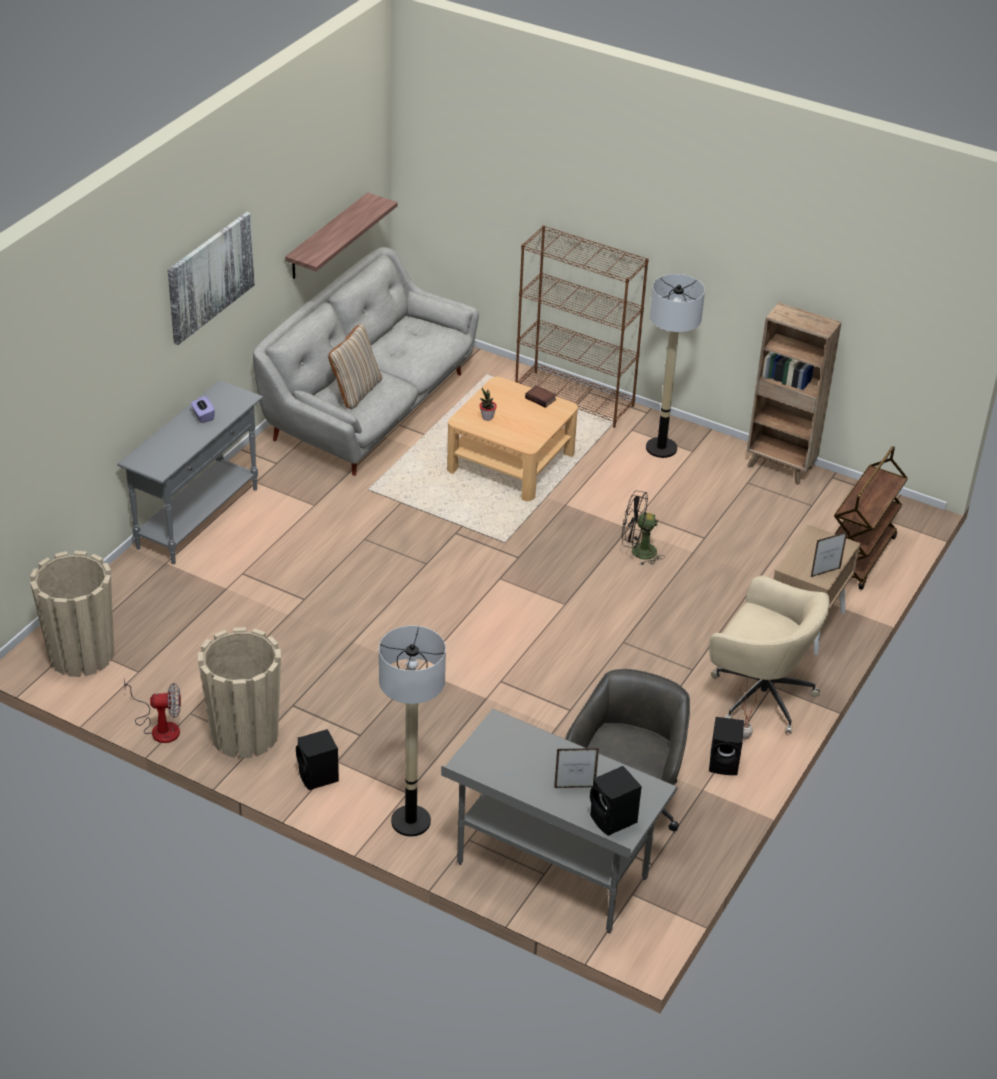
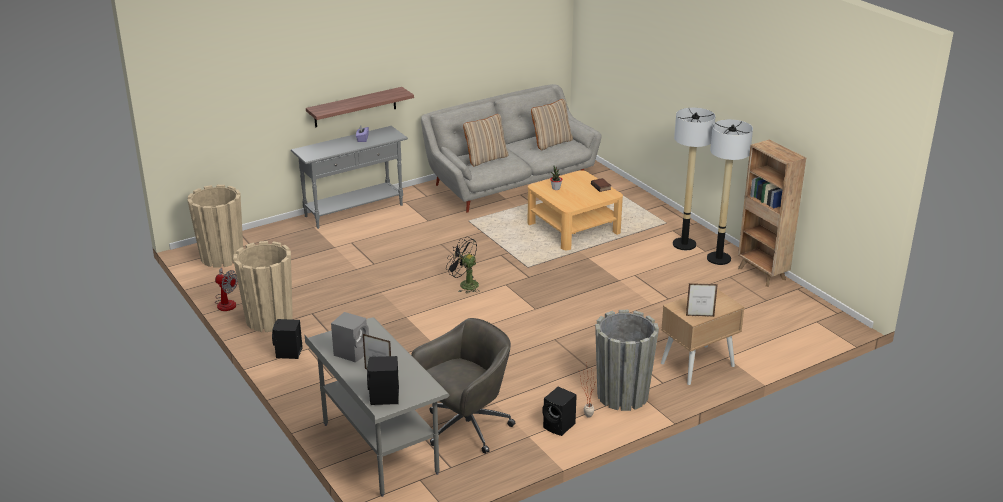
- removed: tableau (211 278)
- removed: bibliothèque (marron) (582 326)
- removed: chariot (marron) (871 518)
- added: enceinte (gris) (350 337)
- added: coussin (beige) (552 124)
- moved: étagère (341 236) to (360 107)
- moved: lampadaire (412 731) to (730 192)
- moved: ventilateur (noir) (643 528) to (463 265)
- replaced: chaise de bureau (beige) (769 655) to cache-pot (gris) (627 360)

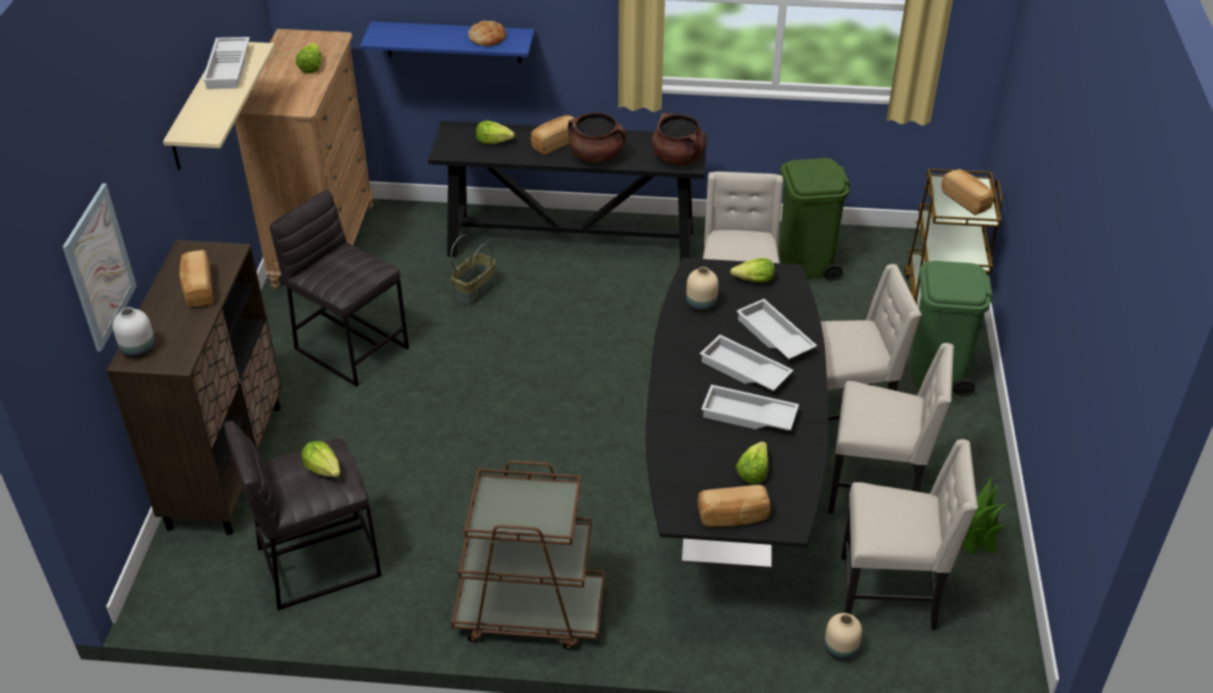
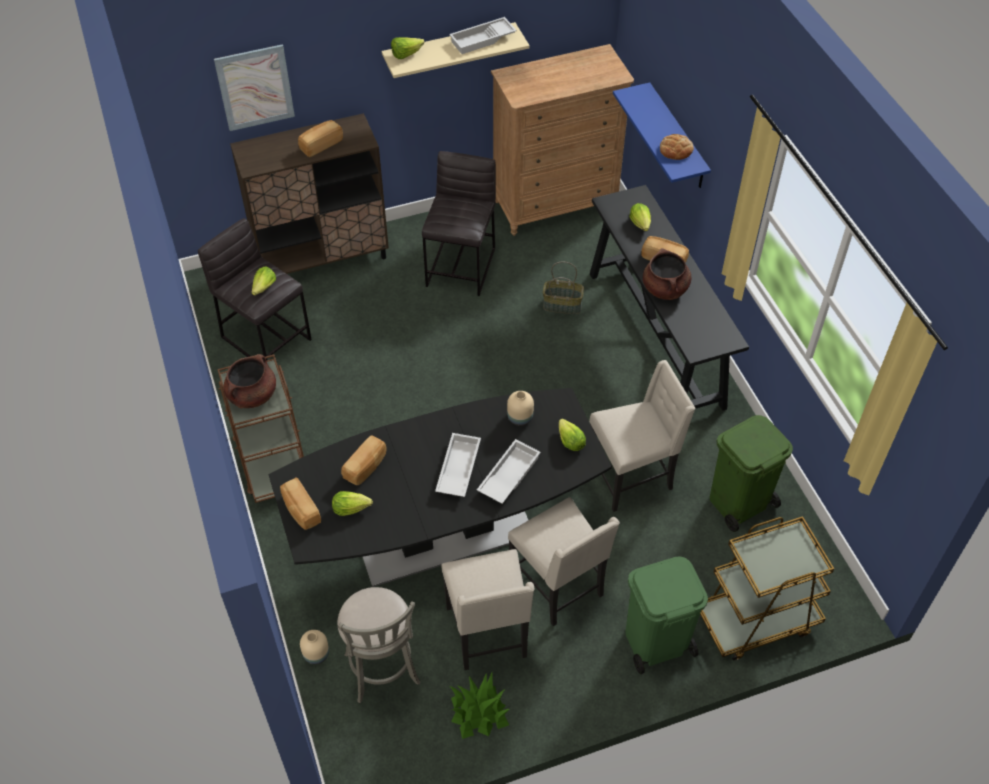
- removed: vase (blanc) (133 332)
- removed: plateau (blanc) (750 408)
- moved: laitue (308 57) to (407 48)
- moved: marmite (marron) (678 139) to (250 381)
- moved: pain (968 192) to (363 460)
- replaced: chaise (beige) (909 534) to tabouret (gris) (379 645)

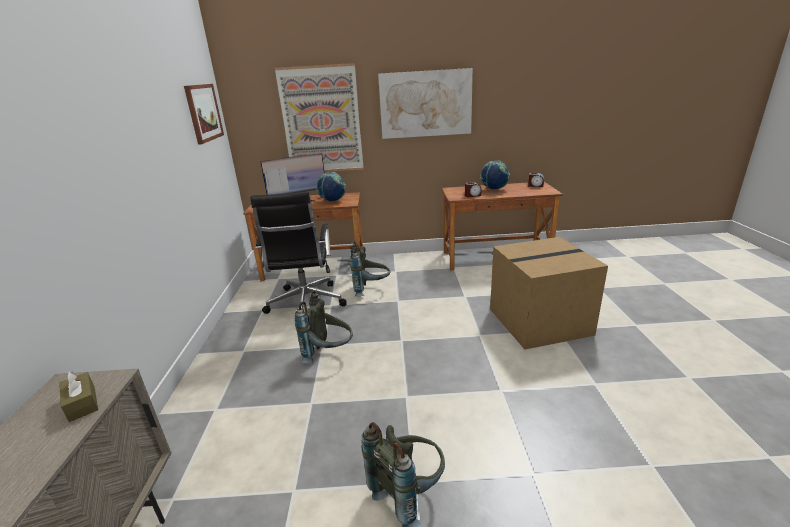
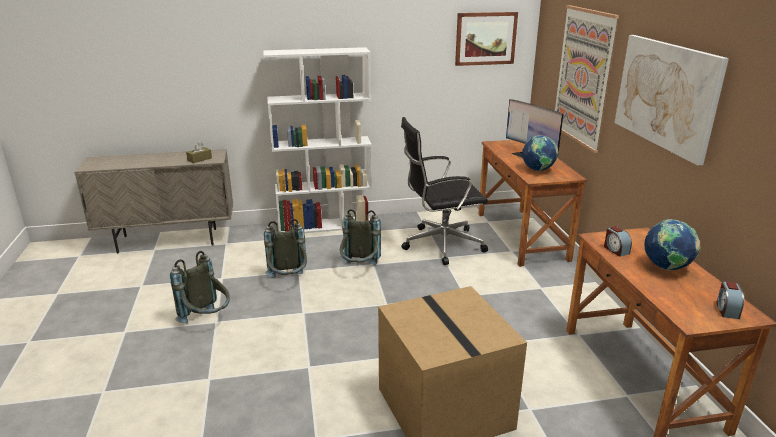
- added: bibliothèque (blanc) (317 140)
- moved: sac à dos (gris) (370 269) to (285 248)

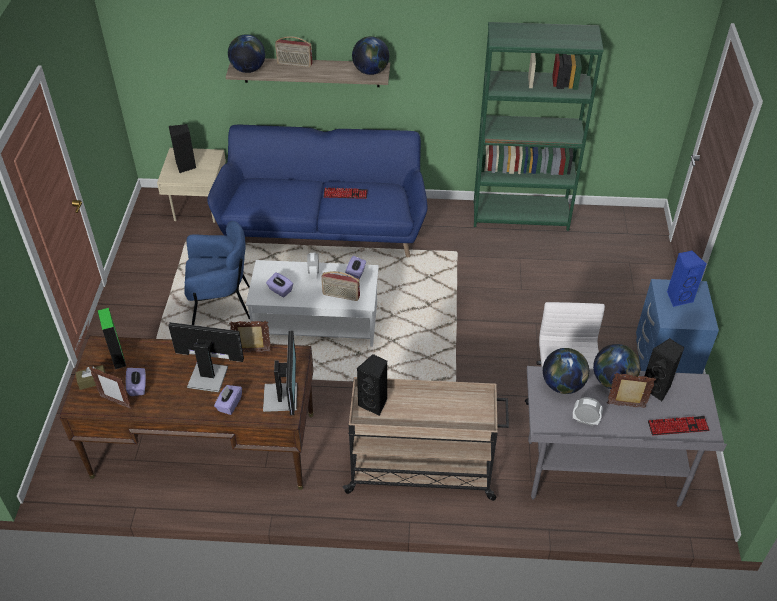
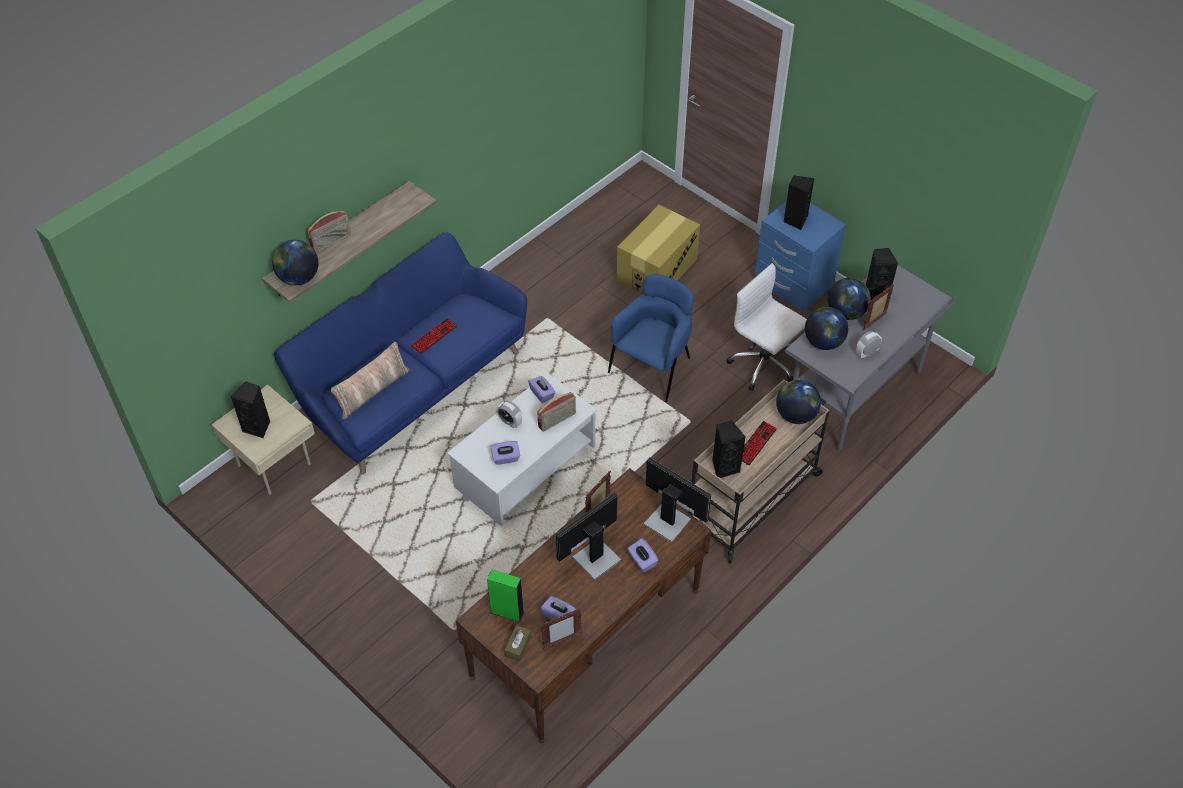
- removed: bibliothèque (vert) (539 126)
- added: coussin (370 381)
- added: carton (658 250)
- moved: fauteuil (bleu) (217 273) to (651 338)
- moved: globe (370 55) to (798 402)
- moved: clavier (678 426) to (759 443)
- recoloured: enceinte (bleu) (686 279) to enceinte (noir) (798 203)

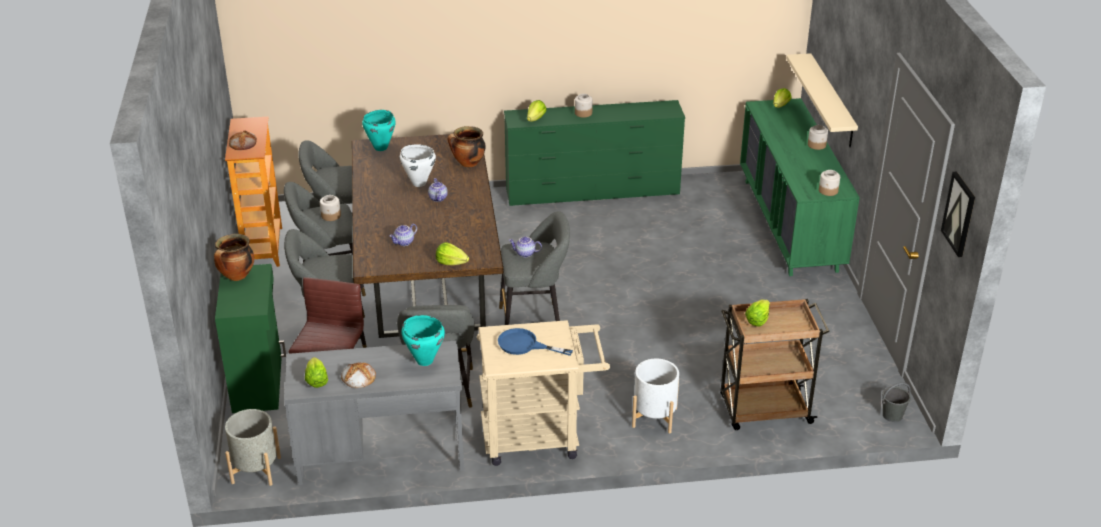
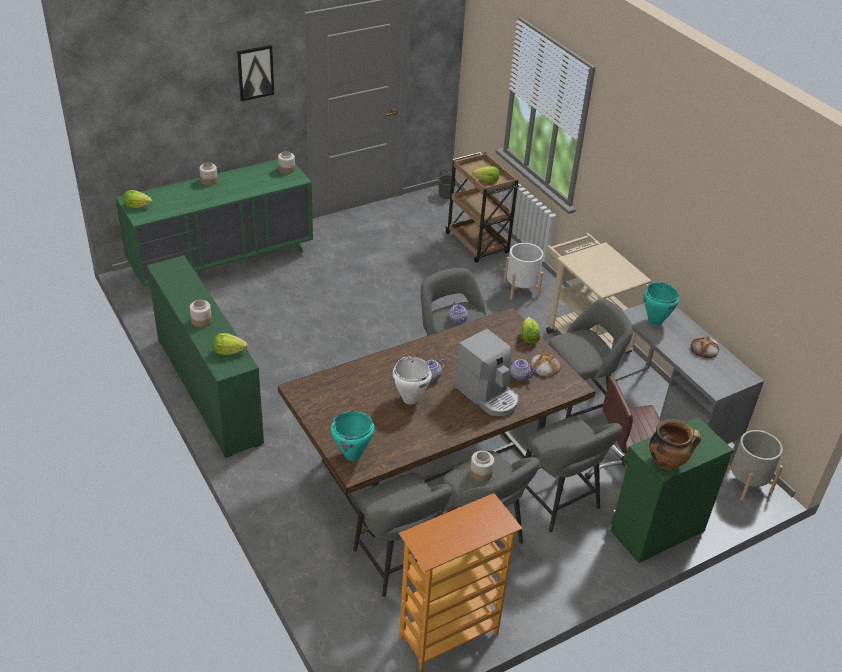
- removed: laitue (316 372)
- removed: marmite (467 146)
- removed: poêle (bleu) (535 342)
- removed: étagère (beige) (822 100)
- added: machine à café (487 372)
- moved: pain (243 140) to (545 365)
- moved: tableau (958 214) to (255 73)

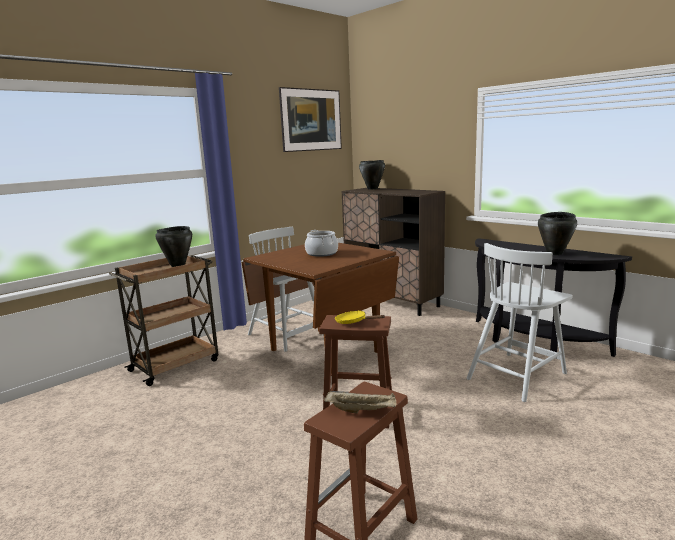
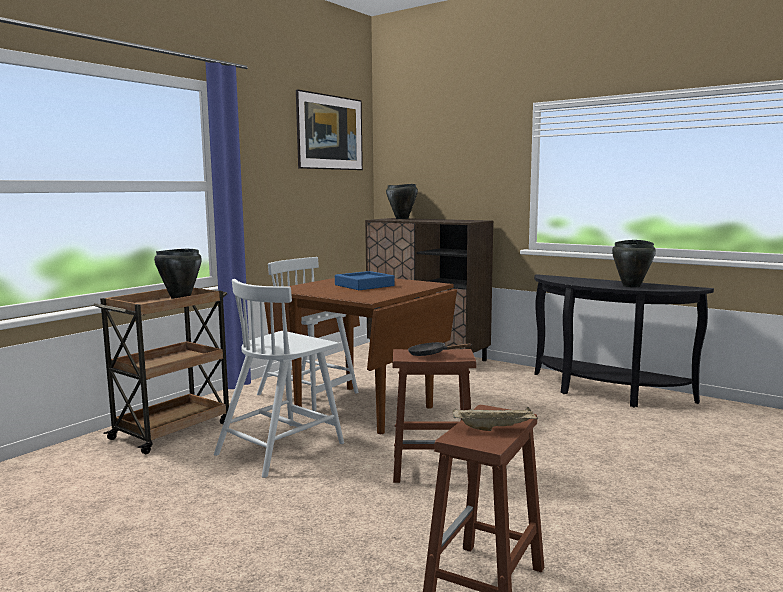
- moved: chaise (blanc) (519 322) to (279 378)
- replaced: marmite (321 243) to plateau (bleu) (365 280)
- recoloured: poêle (jaune) (359 317) to poêle (noir) (440 349)

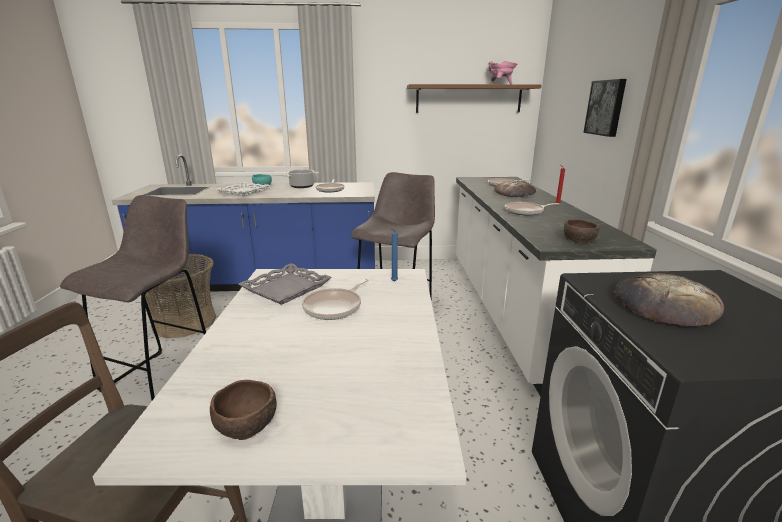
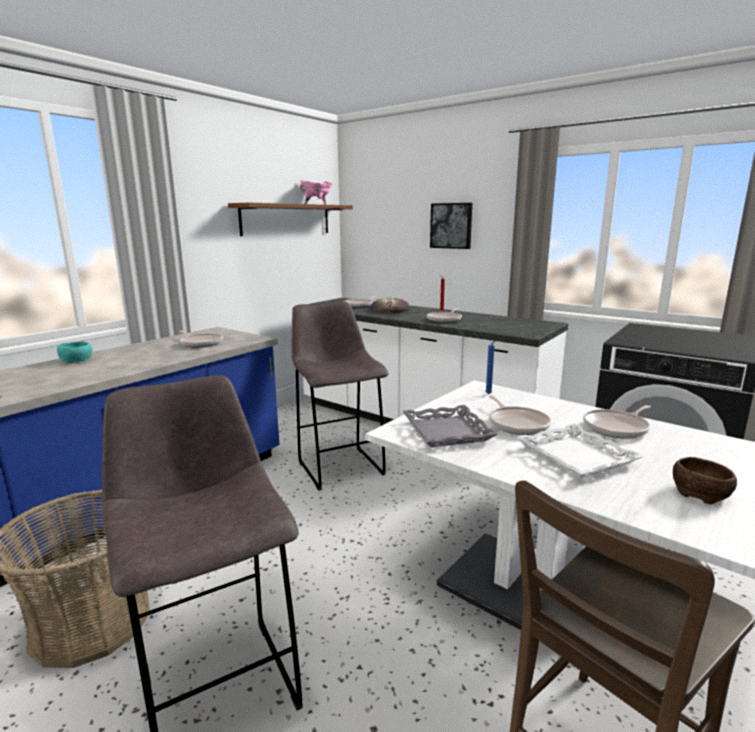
- removed: marmite (301 178)
- removed: bol (marron) (581 231)
- removed: pain (669 299)
- added: poêle (617 422)
- moved: plateau (blanc) (243 189) to (580 451)

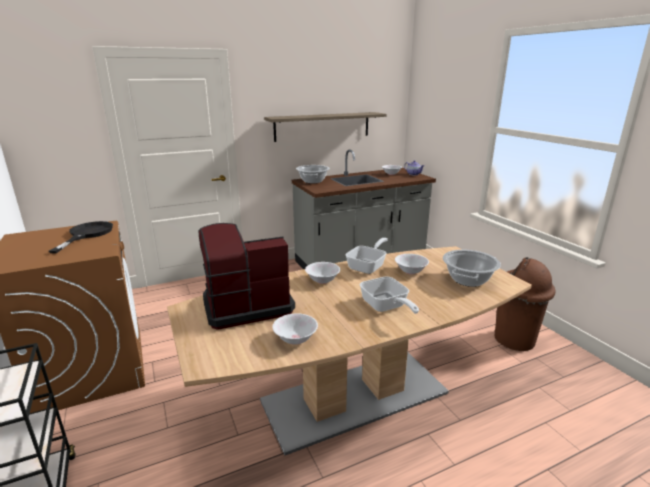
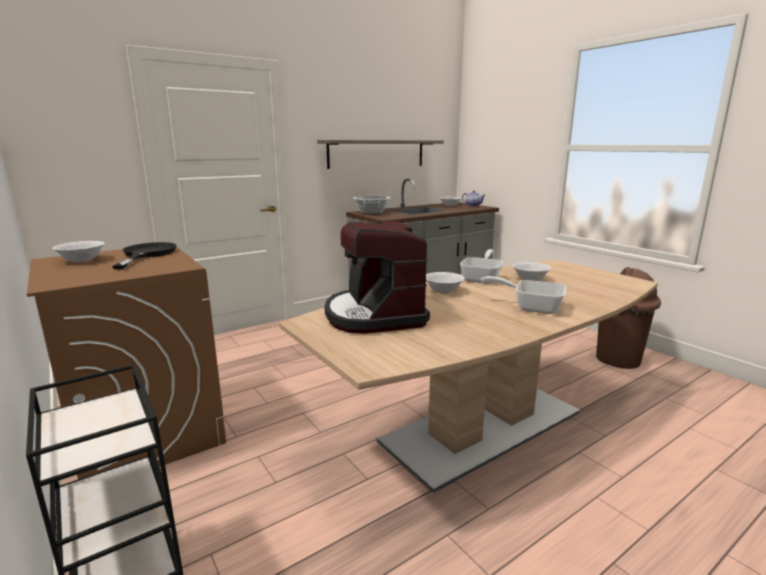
- removed: marmite (472 268)
- moved: bol (blanc) (295 329) to (78 252)
- turned: machine à café (247 276) = (377 277) 75 degrees counterclockwise
- turned: poêle (389 295) = (524 295) 150 degrees clockwise

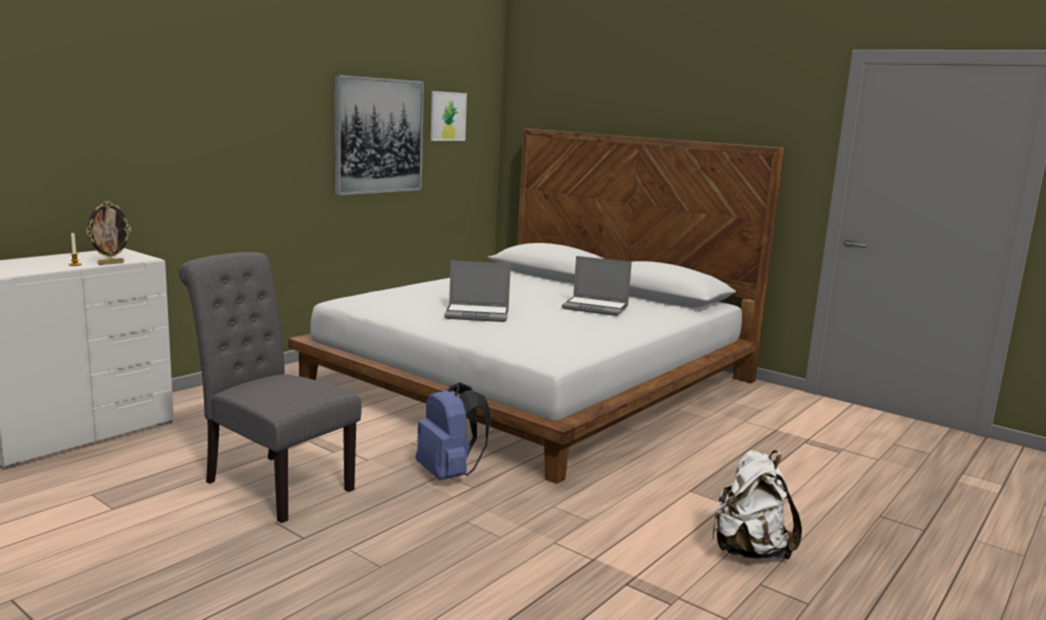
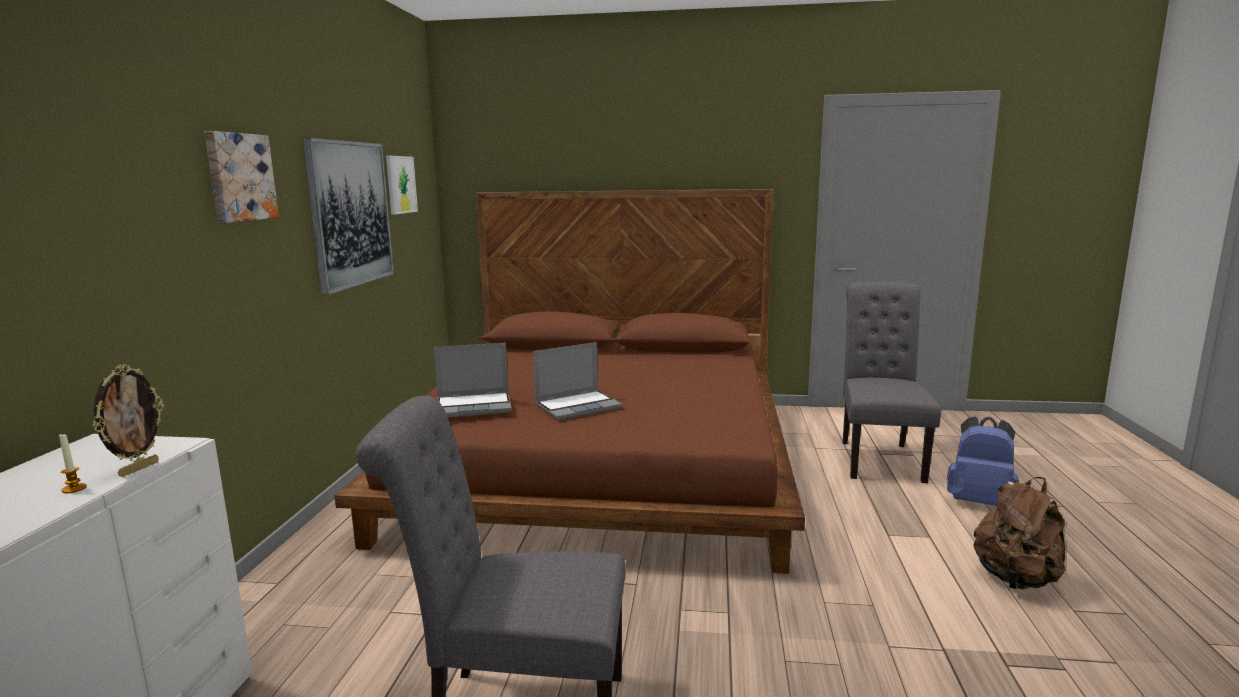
- added: tableau (241 177)
- added: chaise (gris) (891 382)
- moved: sac à dos (bleu) (453 431) to (983 461)
- moved: ordinateur portable (597 286) to (472 380)
- recoloured: lit (blanc) (536 306) to lit (marron) (569 381)
- recoloured: sac à dos (blanc) (757 505) to sac à dos (marron) (1019 533)

